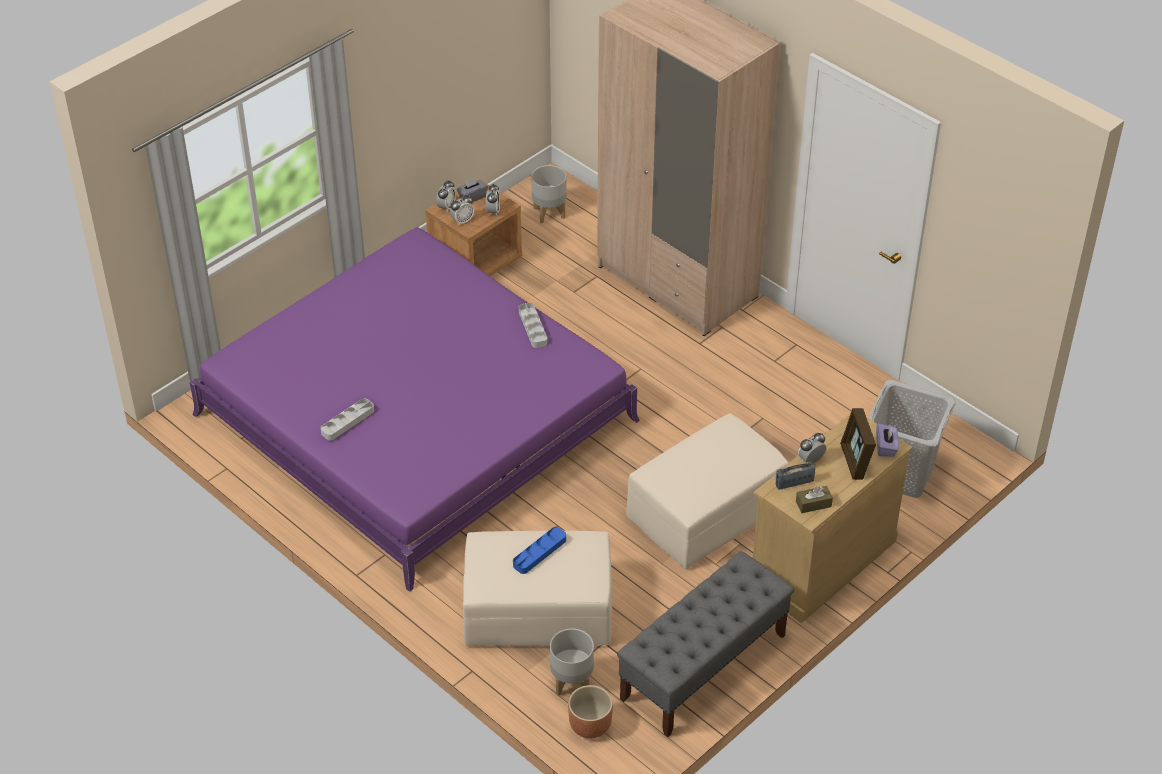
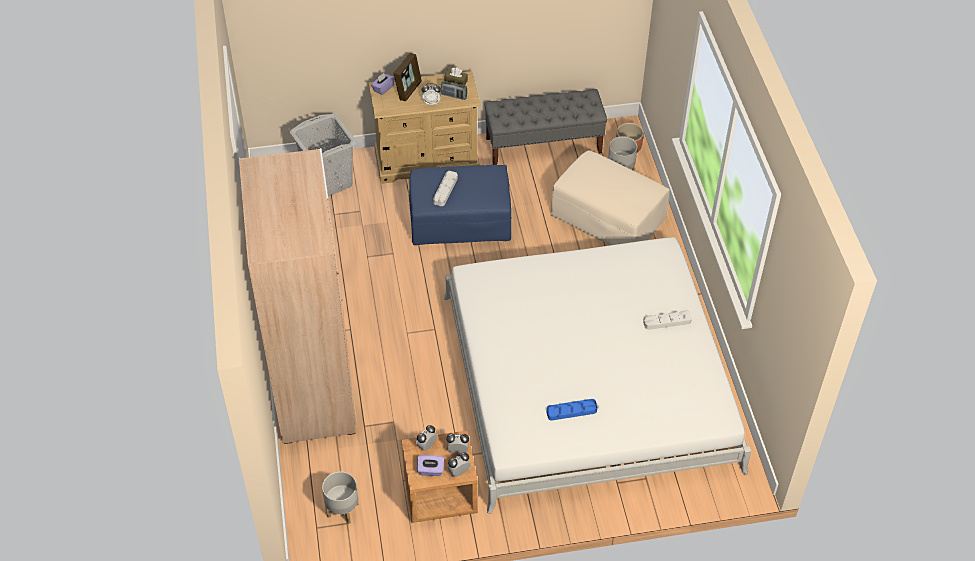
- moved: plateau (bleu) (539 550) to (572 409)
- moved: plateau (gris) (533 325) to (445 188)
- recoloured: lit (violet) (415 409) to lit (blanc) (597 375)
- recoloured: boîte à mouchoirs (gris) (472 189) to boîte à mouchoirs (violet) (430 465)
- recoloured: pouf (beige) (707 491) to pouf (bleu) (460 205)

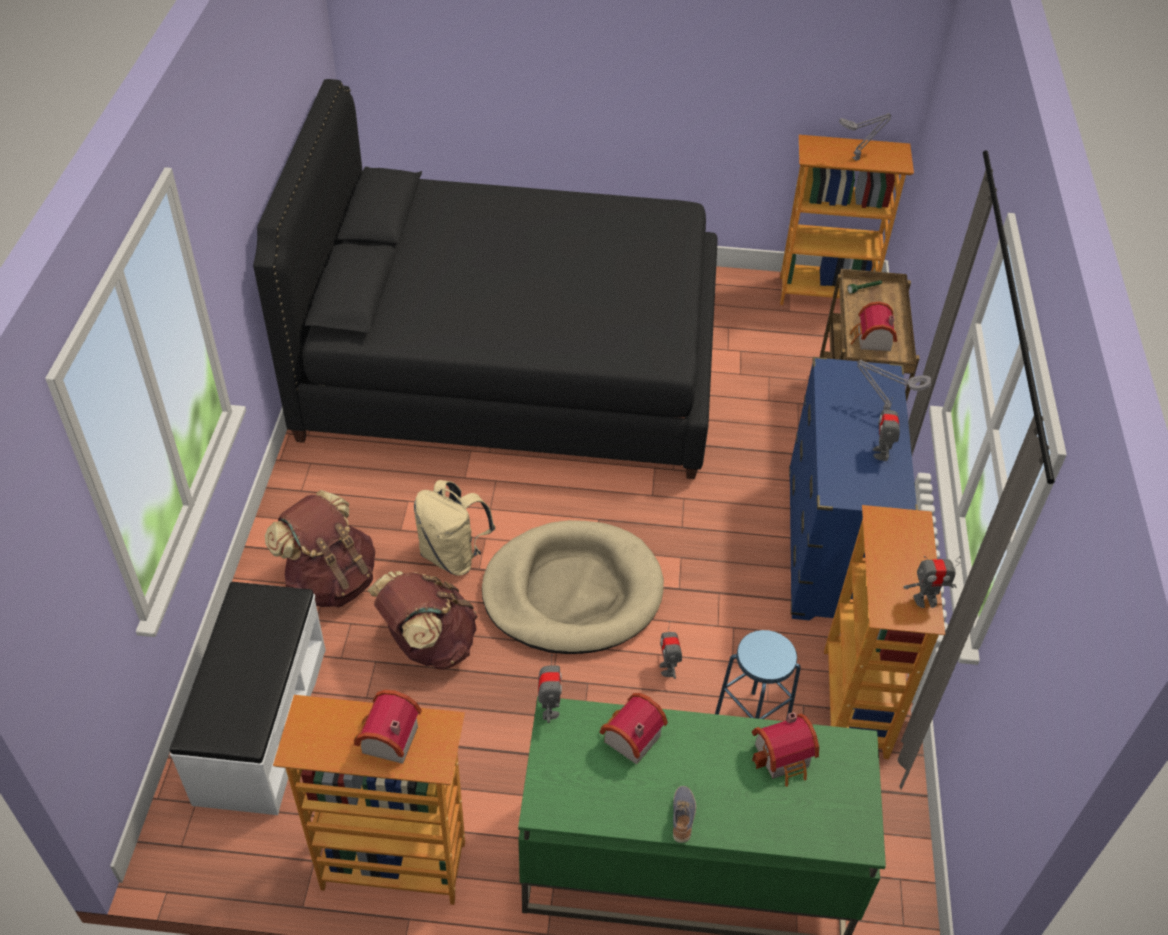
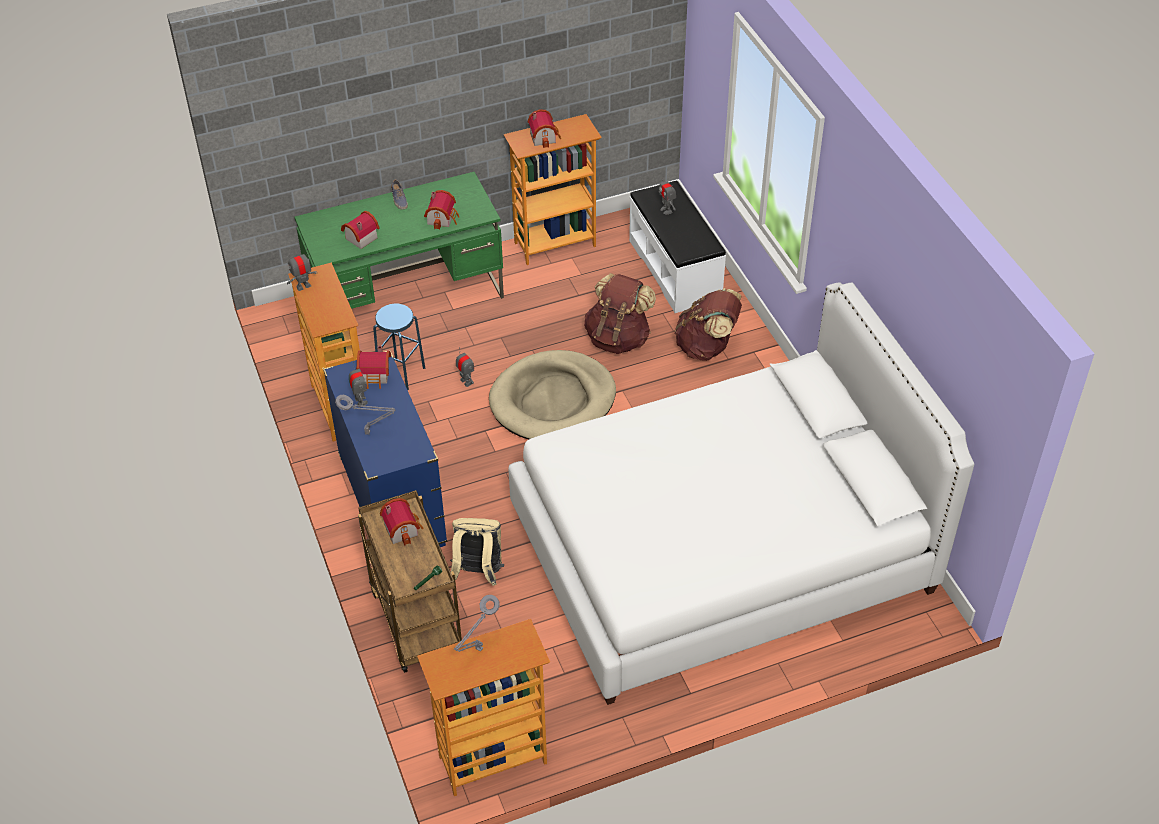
- added: maison miniature (373 367)
- moved: sac à dos (beige) (454 528) to (477 552)
- moved: robot jouet (550 688) to (667 194)
- recoloured: lit (noir) (485 279) to lit (blanc) (741 493)

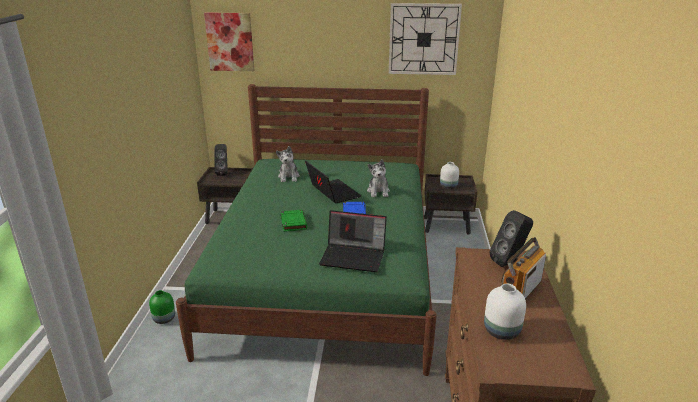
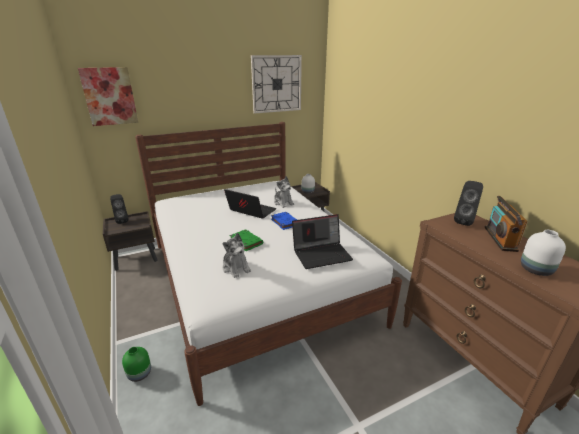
- moved: peluche (288 164) to (237 255)
- recoloured: lit (vert) (306 230) to lit (blanc) (268 264)

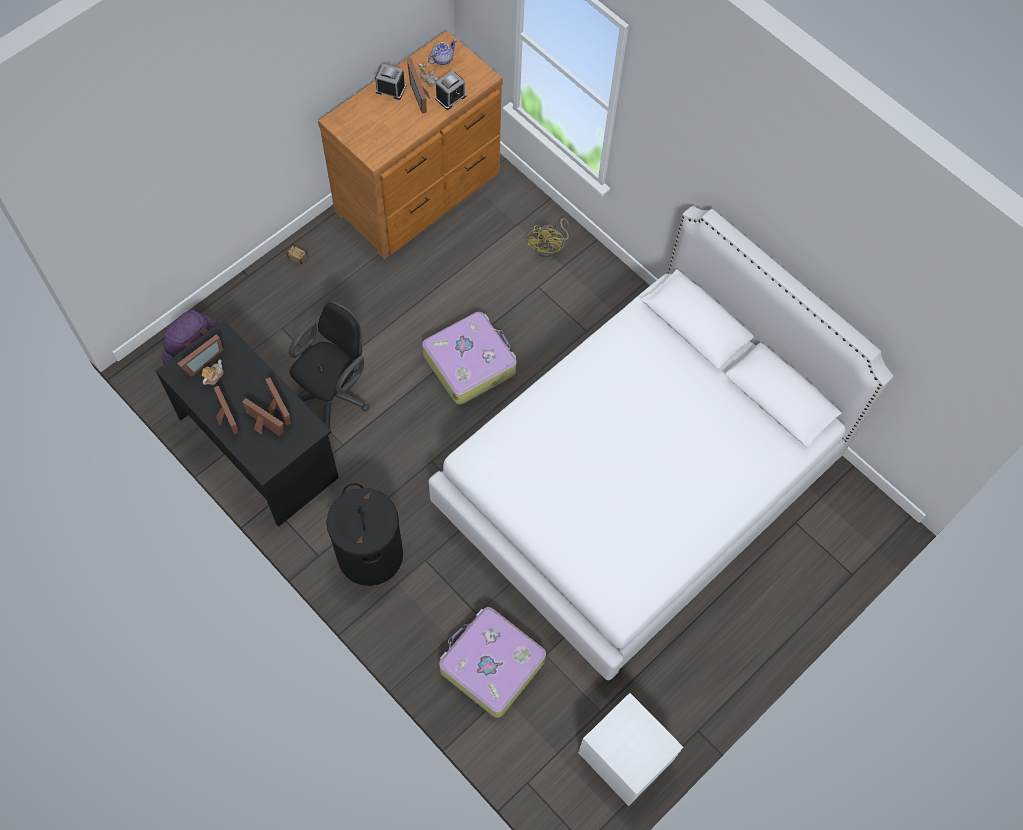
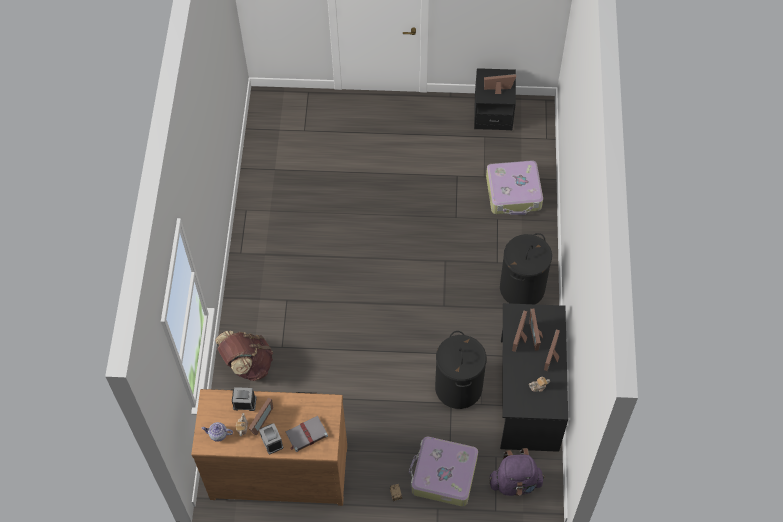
- removed: lit (blanc) (660 443)
- added: livre (gris) (306 434)
- moved: cadre photo (200 355) to (500 84)
- moved: valise (469 358) to (443 471)
- replaced: chaise de bureau (noir) (329 365) to panier à linge (noir) (461 370)
- replaced: ventilateur (jaune) (548 237) to sac à dos (marron) (244 356)
- recoloured: table de chevet (blanc) (630 749) to table de chevet (noir) (495 99)

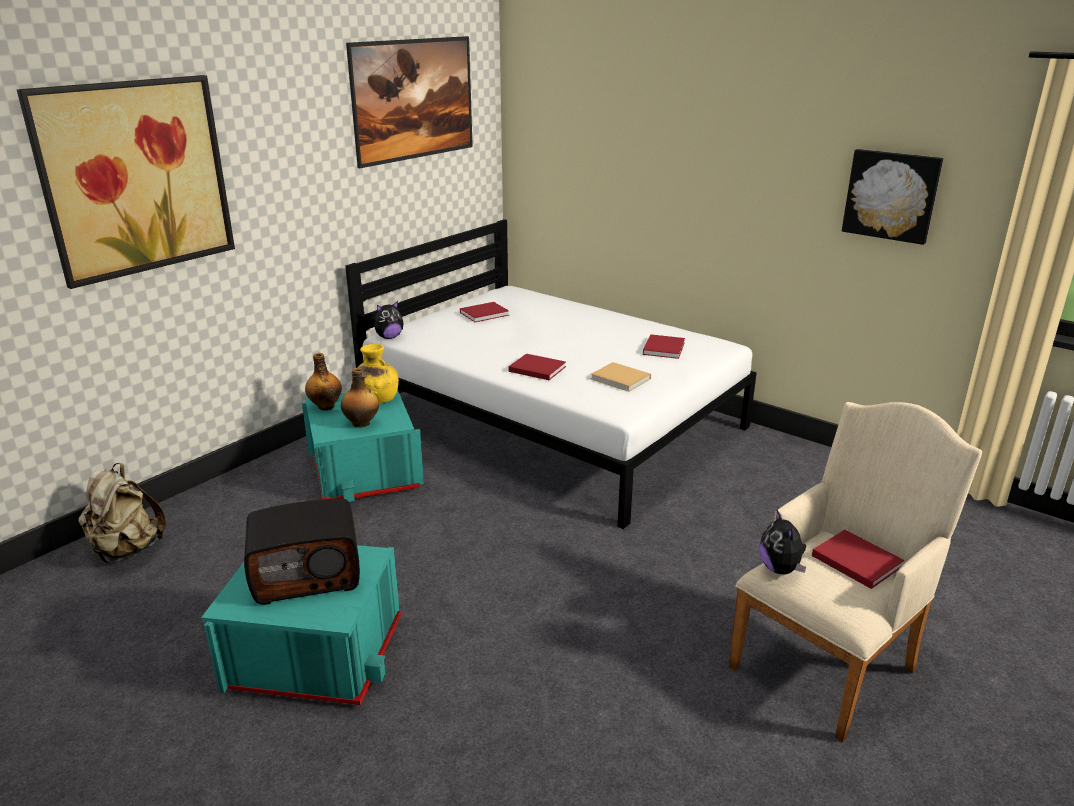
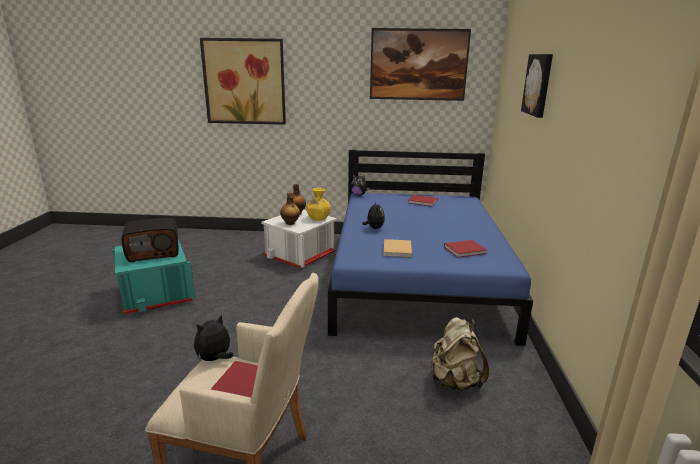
- moved: sac à dos (beige) (122 513) to (459 353)
- moved: tableau (892 197) to (537 86)
- replaced: livre (rouge) (537 367) to peluche (373 215)
- recoloured: boîte de rangement (turquoise) (363 446) to boîte de rangement (blanc) (299 238)
- recoloured: lit (blanc) (551 374) to lit (bleu) (430 248)
- turned: radio (302 551) = (150 240) 60 degrees counterclockwise

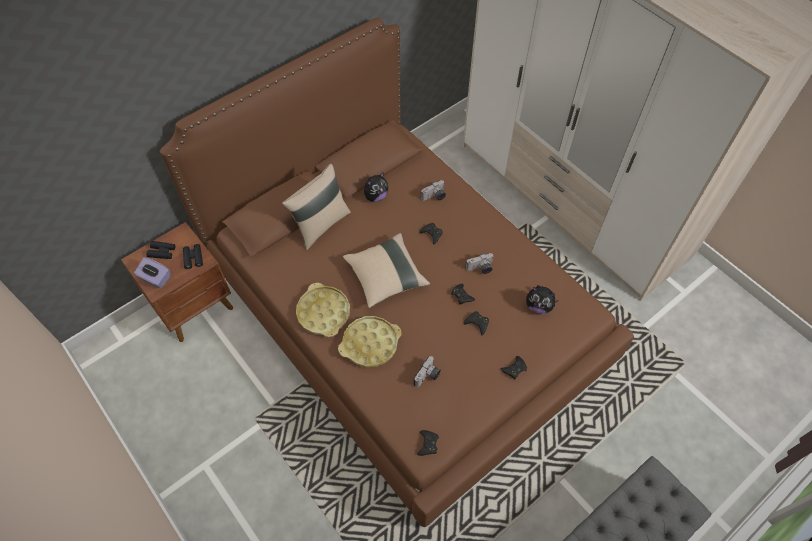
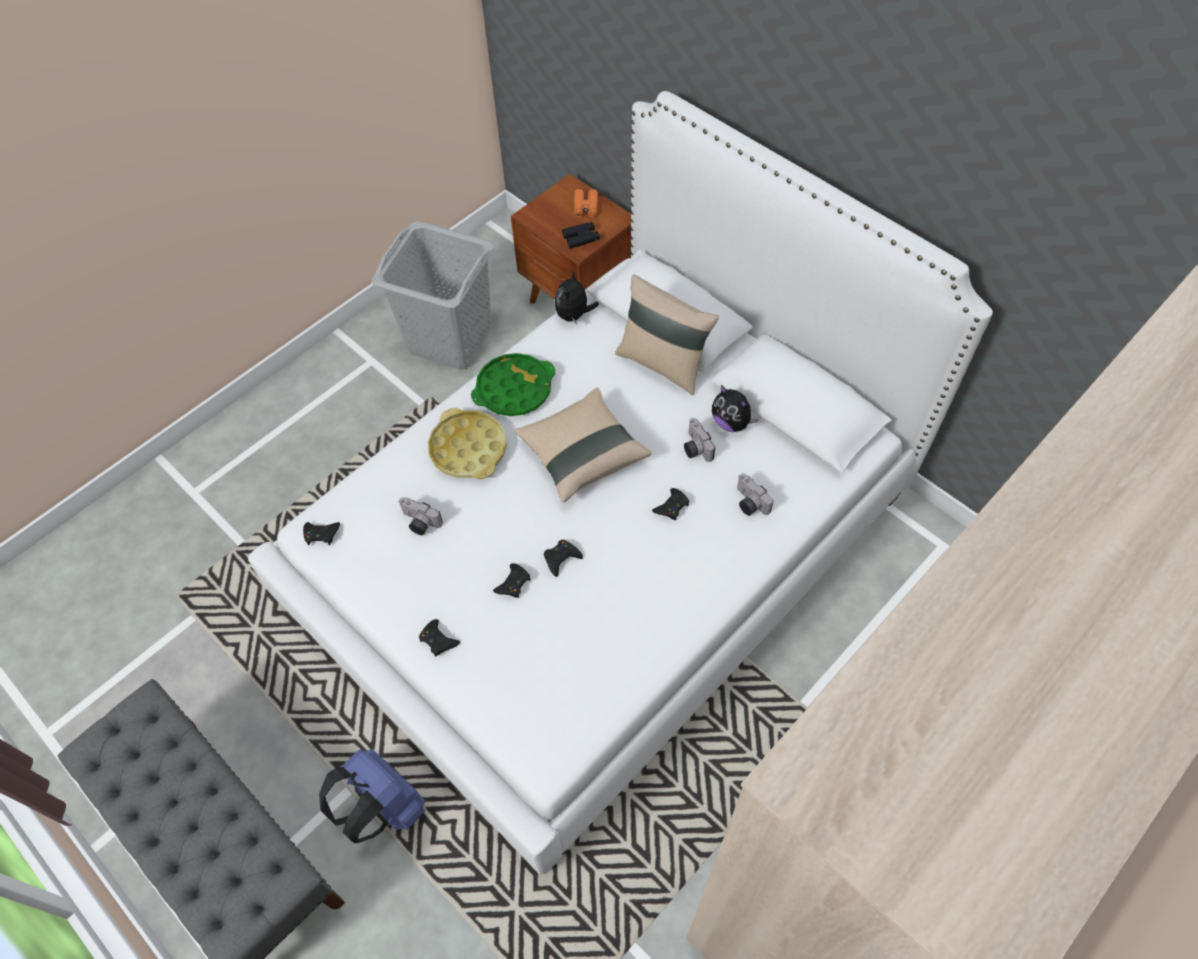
- removed: boîte à mouchoirs (violet) (152 272)
- added: sac à dos (bleu) (372 796)
- added: panier à linge (gris) (433 295)
- moved: appareil photo (479 263) to (699 440)
- moved: peluche (542 299) to (577 298)
- recoloured: jumelles (noir) (161 250) to jumelles (orange) (586 203)
- recoloured: lit (marron) (397 272) to lit (blanc) (620 482)
- recoloured: plateau (jaune) (323 310) to plateau (vert) (513 384)

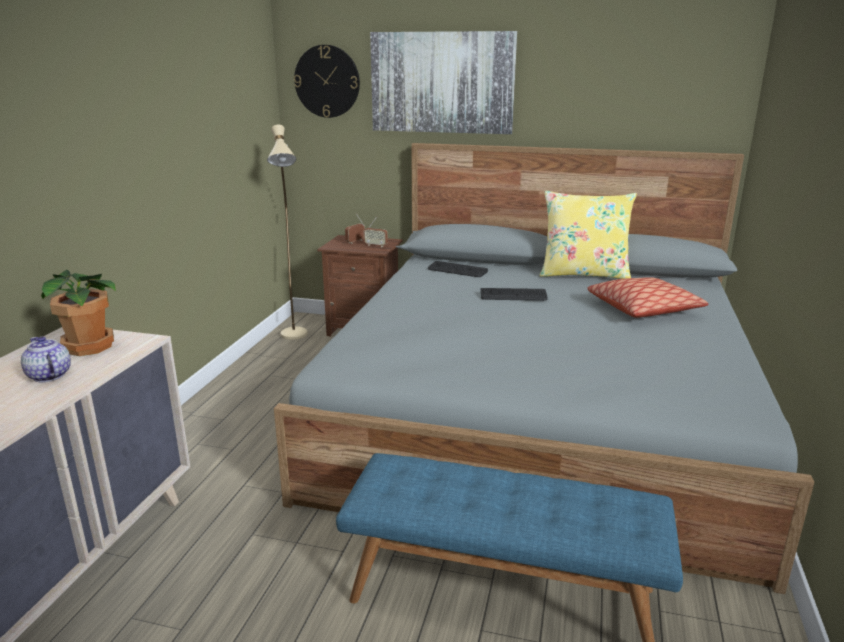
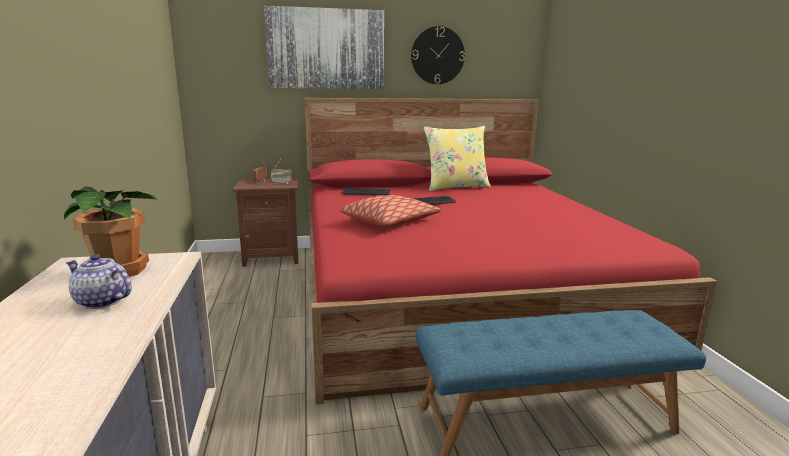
- removed: lampadaire (beige) (287 232)
- moved: horloge murale (327 81) to (438 55)
- moved: coussin (647 297) to (390 211)
- recoloured: lit (gris) (544 368) to lit (rouge) (510 251)

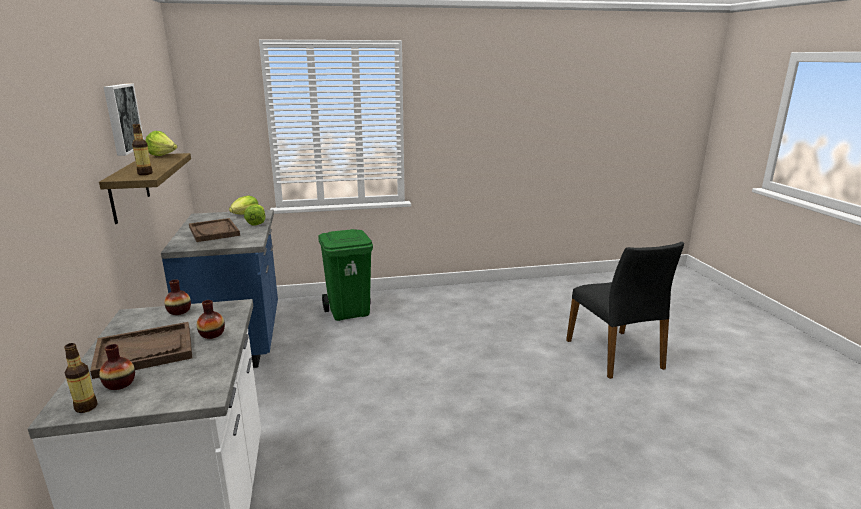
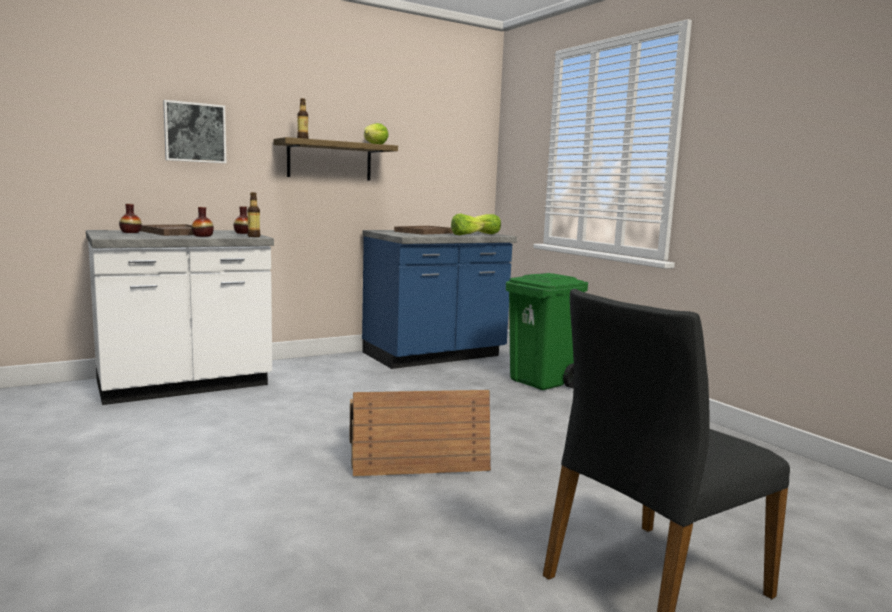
- added: caisse (420 433)
- moved: bouteille (81 378) to (253 214)
- moved: tableau (124 120) to (194 131)

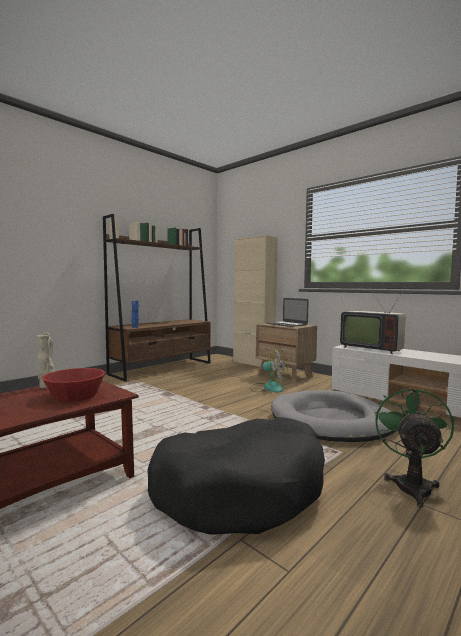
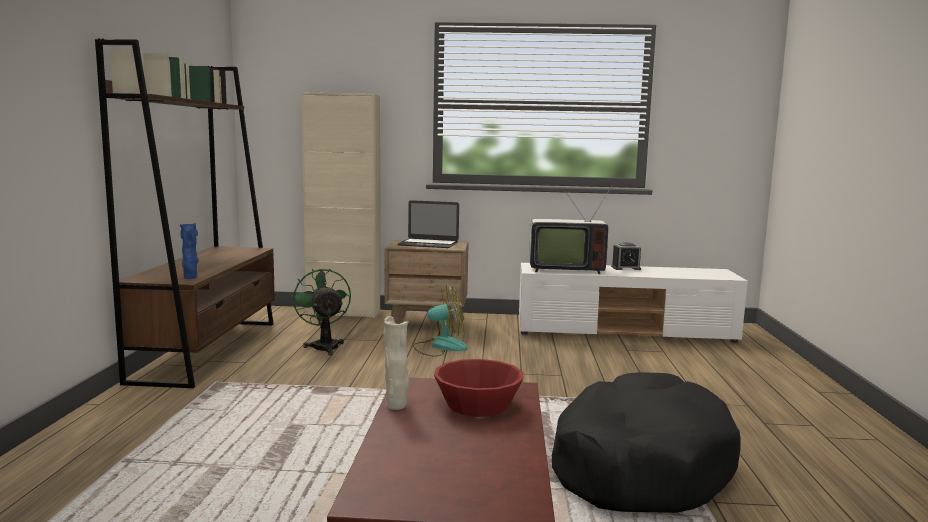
- removed: panier pour chien (gris) (333 416)
- added: réveil (626 256)
- moved: ventilateur (vert) (414 447) to (321 312)

